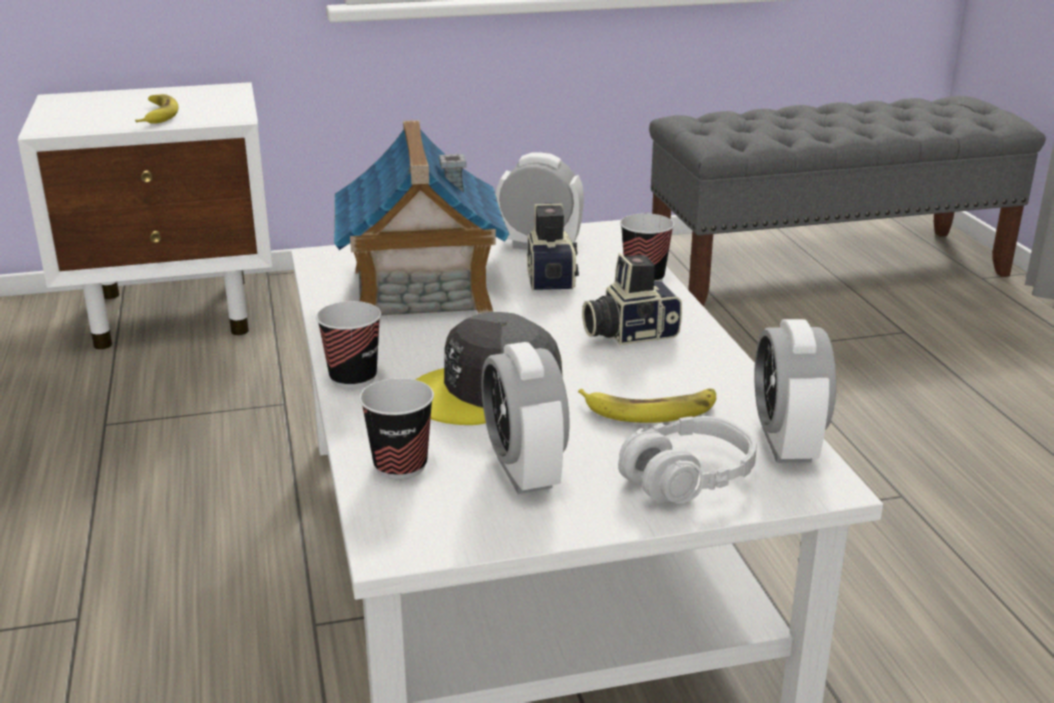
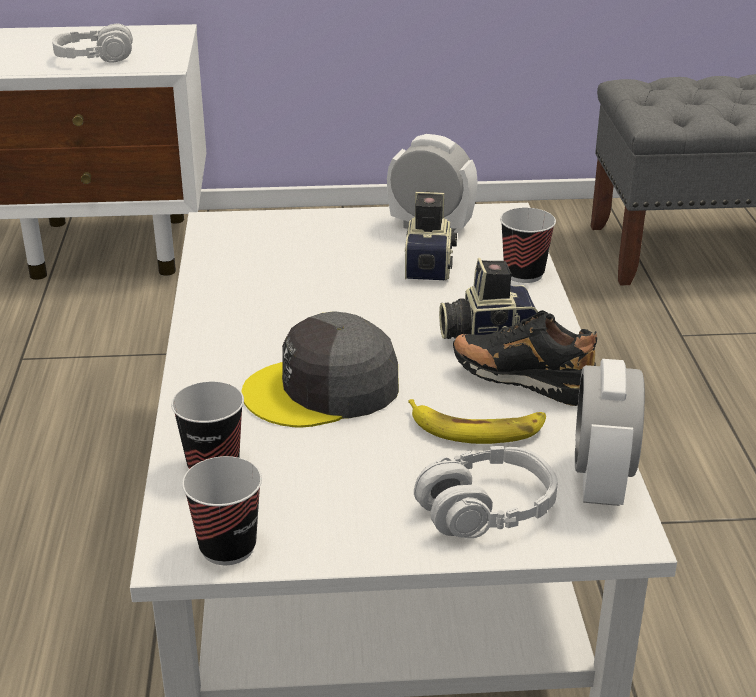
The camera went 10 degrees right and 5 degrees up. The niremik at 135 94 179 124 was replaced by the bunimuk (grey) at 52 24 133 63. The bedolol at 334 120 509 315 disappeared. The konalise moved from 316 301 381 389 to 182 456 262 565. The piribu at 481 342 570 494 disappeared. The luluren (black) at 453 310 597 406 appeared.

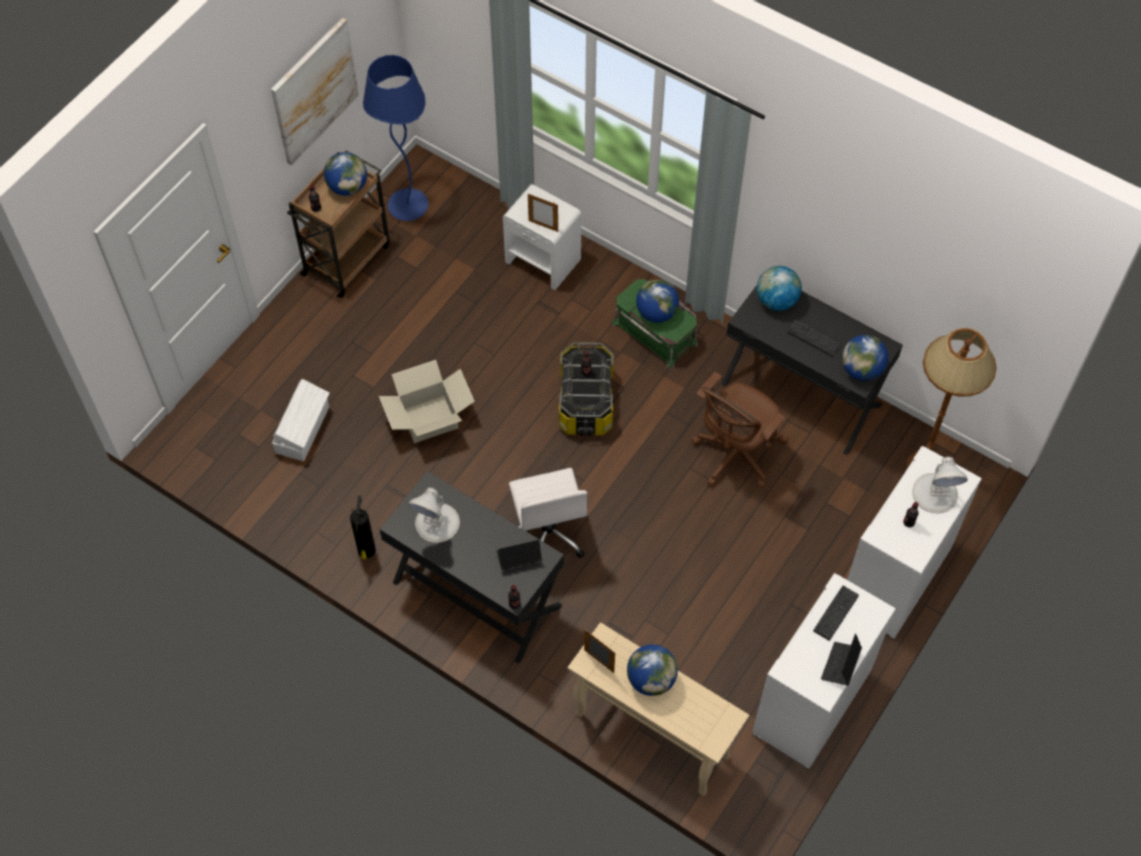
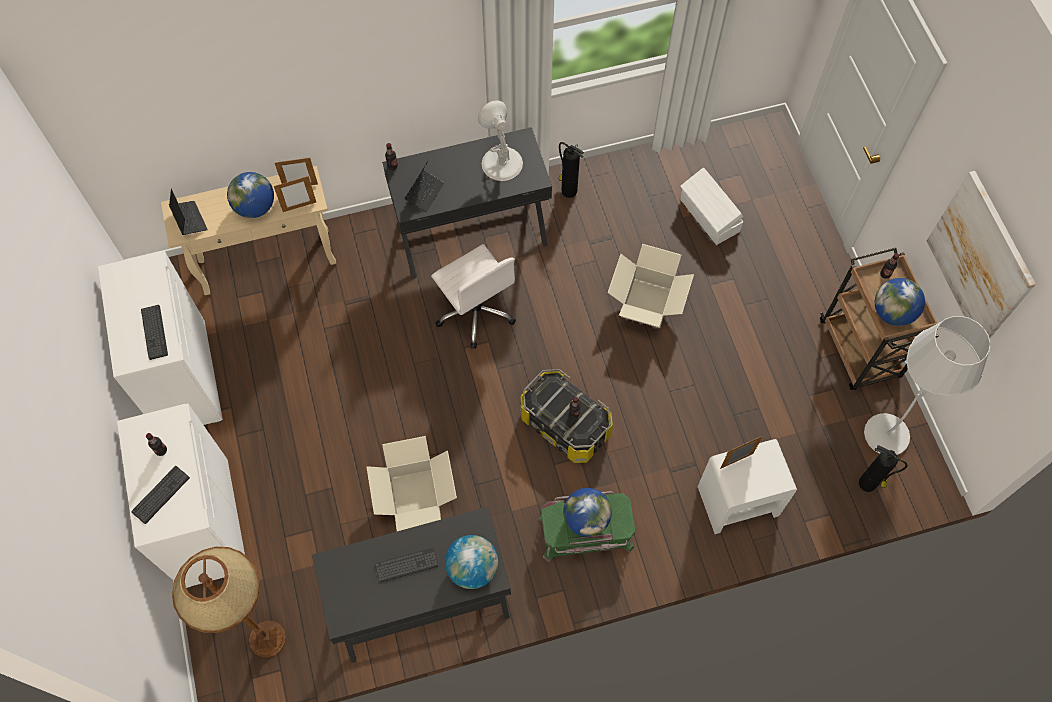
The camera went 130 degrees right and 5 degrees up. The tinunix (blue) at 363 55 428 221 became the tinunix (white) at 864 316 991 455. The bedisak at 842 335 888 381 disappeared. The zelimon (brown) at 691 372 788 488 was replaced by the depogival at 367 436 457 531. The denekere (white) at 912 457 968 513 was replaced by the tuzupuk at 131 466 190 524. The zelimon (white) at 509 468 588 558 turned 150 degrees counterclockwise. The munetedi moved from 821 633 862 686 to 169 189 208 235. The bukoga at 274 176 316 212 appeared. The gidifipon at 859 445 908 492 appeared.

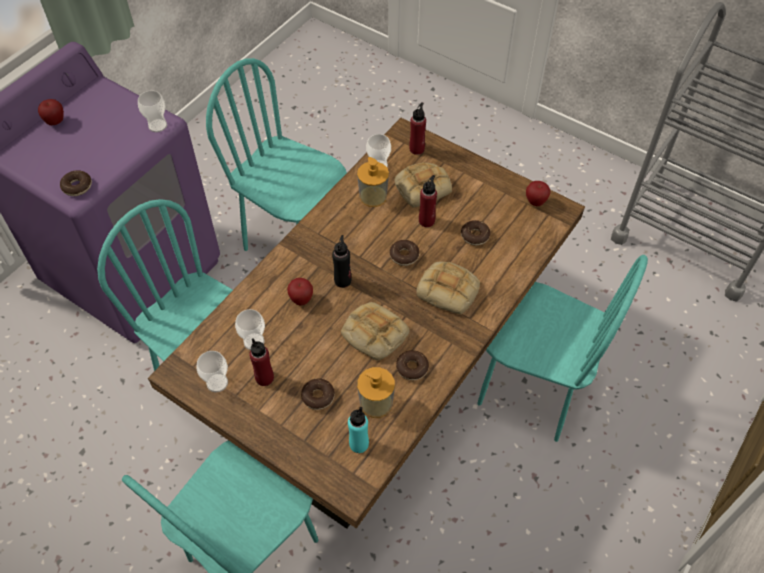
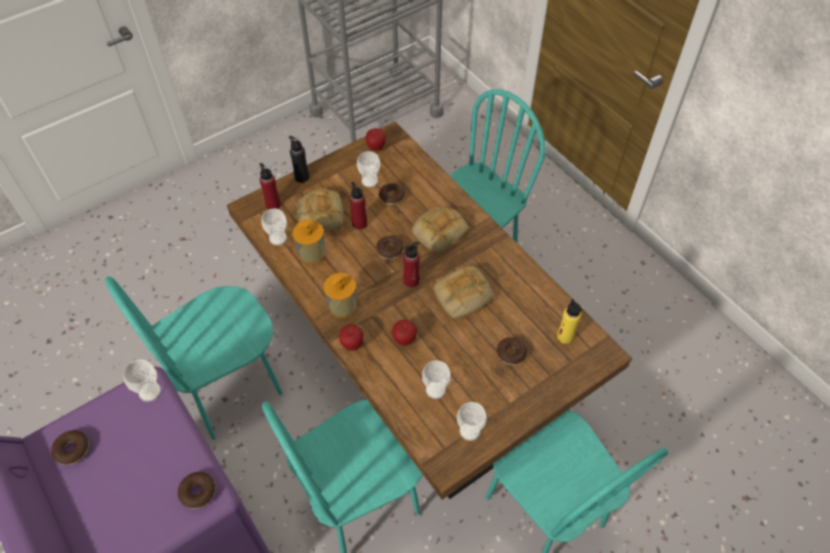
The camera went 70 degrees left and 0 degrees up. The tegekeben moved from 38 99 64 125 to 339 324 364 351. The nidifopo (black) moved from 332 235 351 288 to 289 136 309 183. The nidifopo (red) moved from 249 339 274 386 to 403 242 420 287. The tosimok moved from 396 350 429 380 to 51 430 89 465. The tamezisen moved from 357 367 395 418 to 324 273 357 318. The nidifopo (turquoise) at 348 407 369 453 became the nidifopo (yellow) at 557 299 582 344. The konalise at 357 151 380 188 appeared.

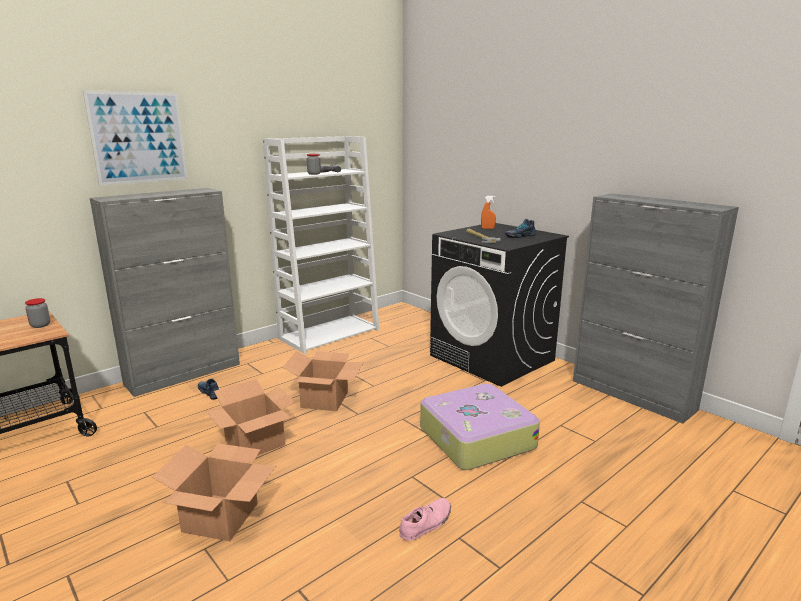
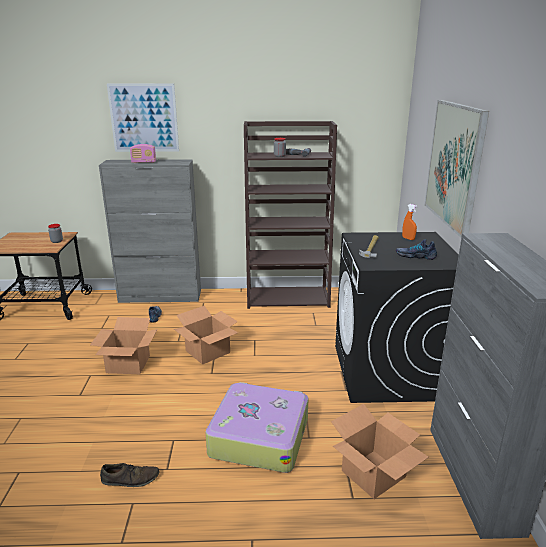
The camera went 40 degrees right and 5 degrees up. The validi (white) at 263 136 379 354 became the validi (brown) at 244 121 337 309. The depogival moved from 152 443 276 541 to 331 404 429 499. The luluren (pink) at 399 498 451 541 became the luluren (brown) at 100 463 159 487. The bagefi at 424 100 489 238 appeared. The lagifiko at 130 144 156 163 appeared.

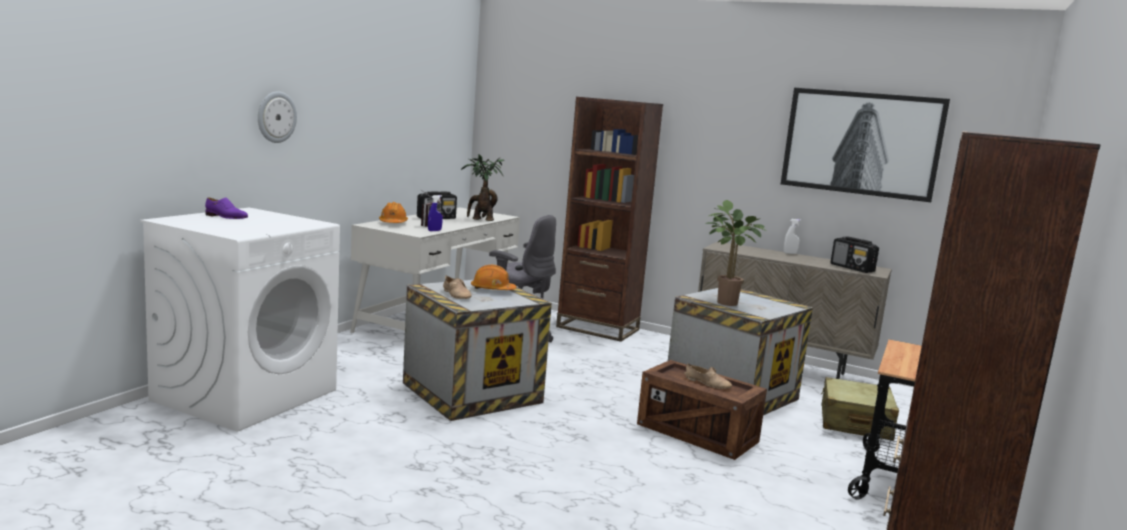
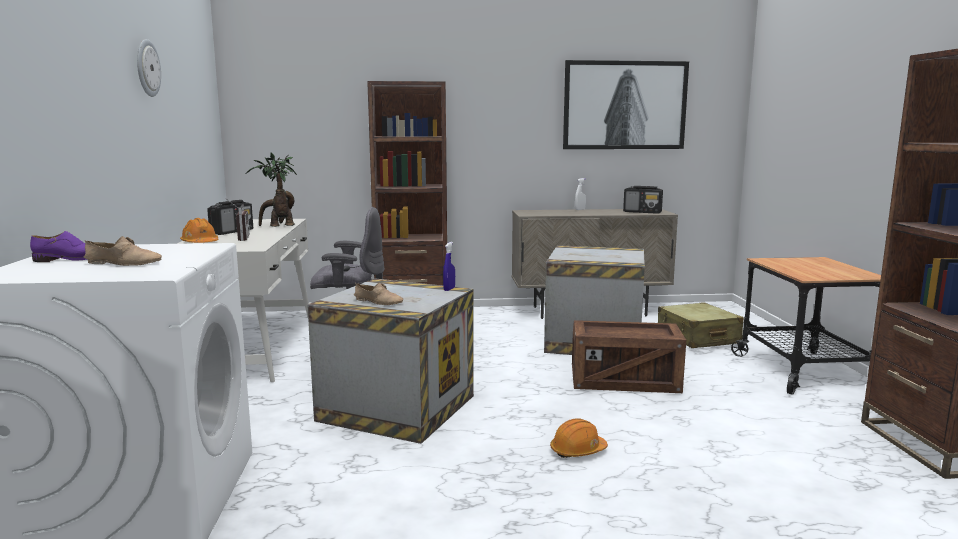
The camera went 30 degrees left and 0 degrees up. The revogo moved from 258 92 297 143 to 137 39 161 97. The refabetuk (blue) moved from 428 195 443 231 to 443 242 455 291. The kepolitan at 705 200 766 306 disappeared. The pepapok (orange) moved from 471 265 517 290 to 550 418 608 458. The luluren (beige) moved from 684 363 732 389 to 83 236 162 266.

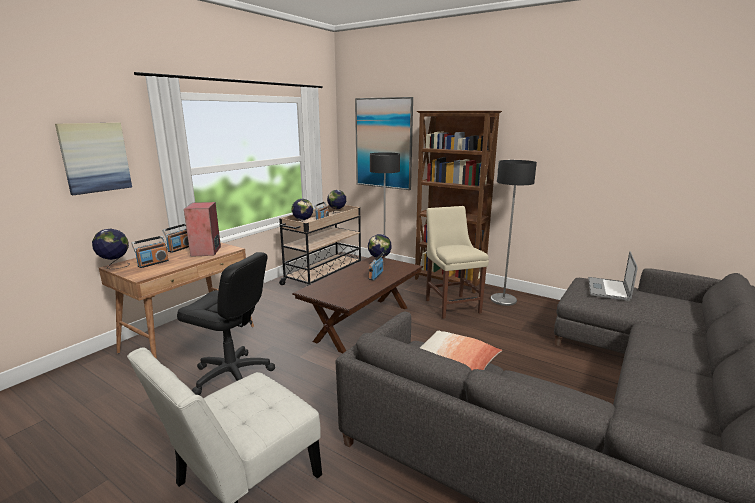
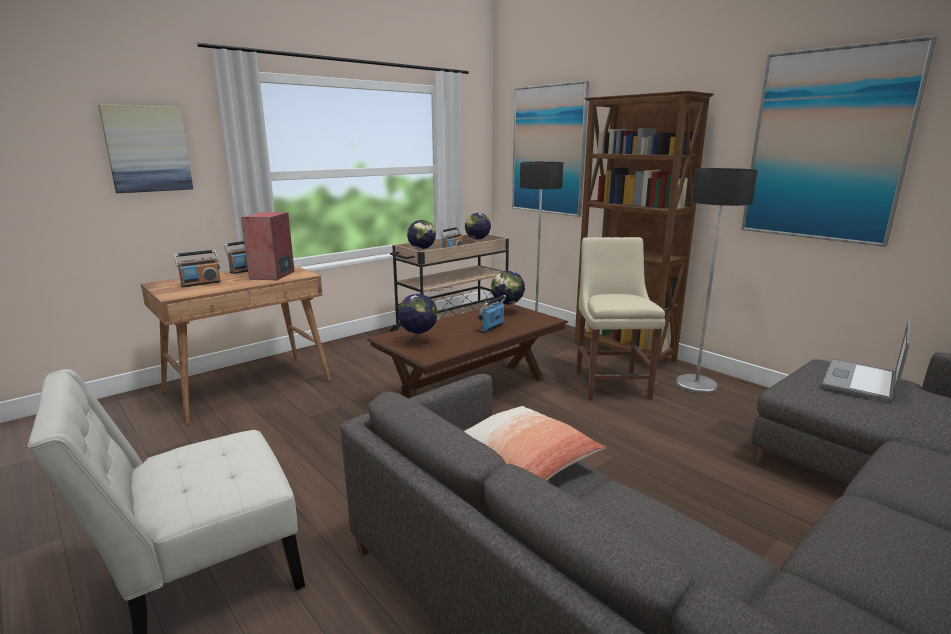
The camera went 15 degrees right and 0 degrees up. The bedisak moved from 92 228 130 269 to 398 294 438 346. The zelimon (black) at 177 252 275 395 disappeared. The bagefi at 741 36 937 247 appeared.

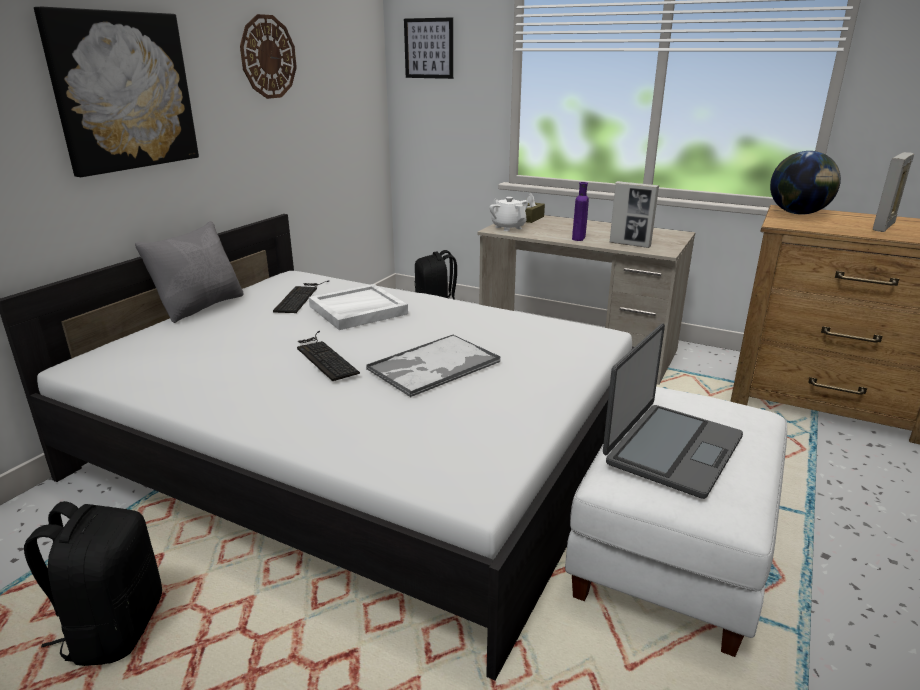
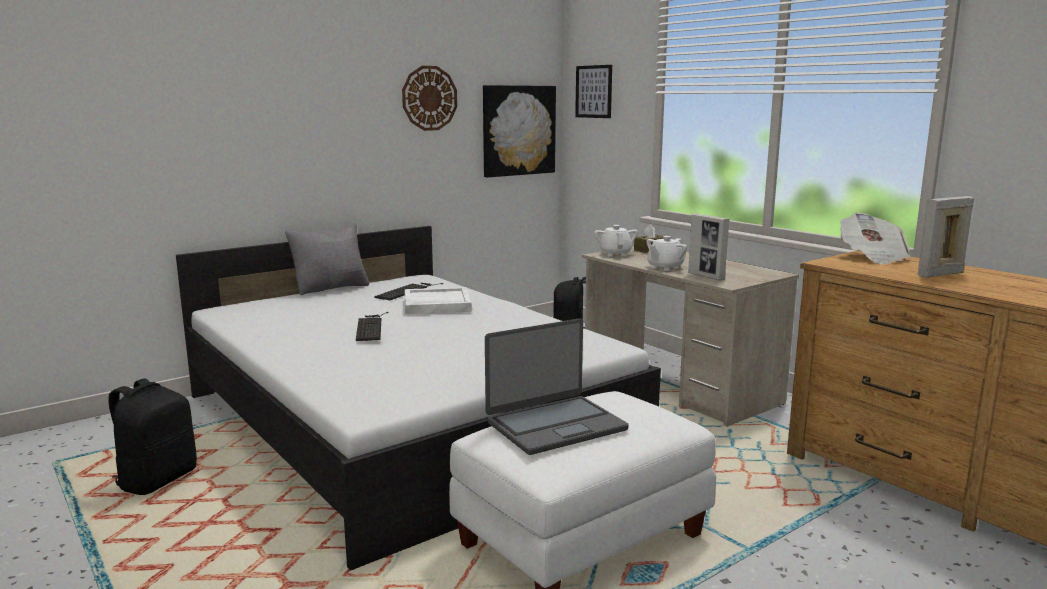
The camera went 25 degrees right and 10 degrees down. The bagefi moved from 34 7 199 177 to 483 85 556 178. The bedisak at 770 151 841 215 was replaced by the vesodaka at 840 213 911 265. The nidifopo (purple) at 572 182 589 241 was replaced by the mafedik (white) at 646 236 687 271. The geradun at 366 334 500 397 disappeared.

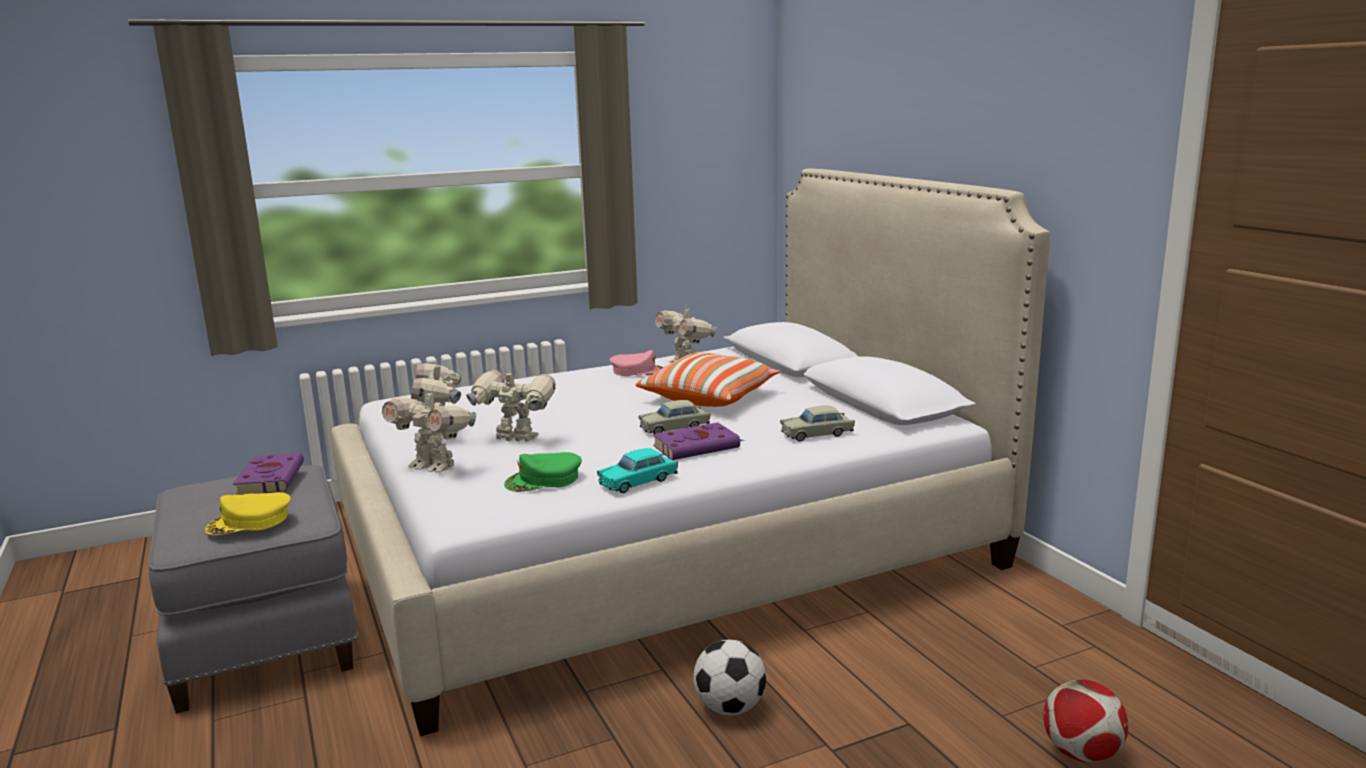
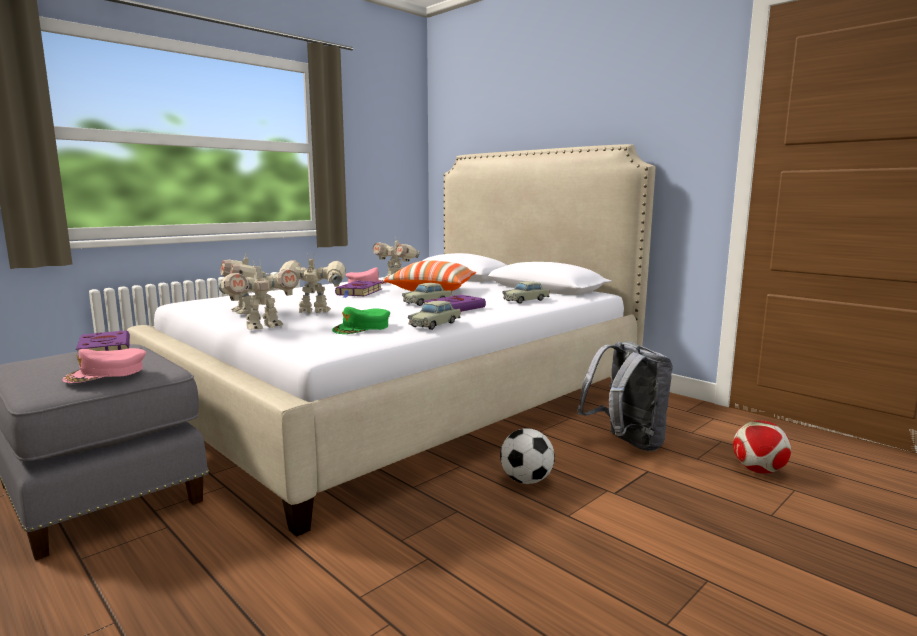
The camera went 20 degrees left and 5 degrees down. The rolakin at 382 385 476 473 turned 45 degrees counterclockwise. The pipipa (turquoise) at 597 448 678 493 became the pipipa (beige) at 408 301 461 330. The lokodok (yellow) at 205 492 291 535 became the lokodok (pink) at 63 348 146 383. The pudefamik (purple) at 335 281 382 298 appeared. The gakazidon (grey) at 577 341 673 451 appeared.

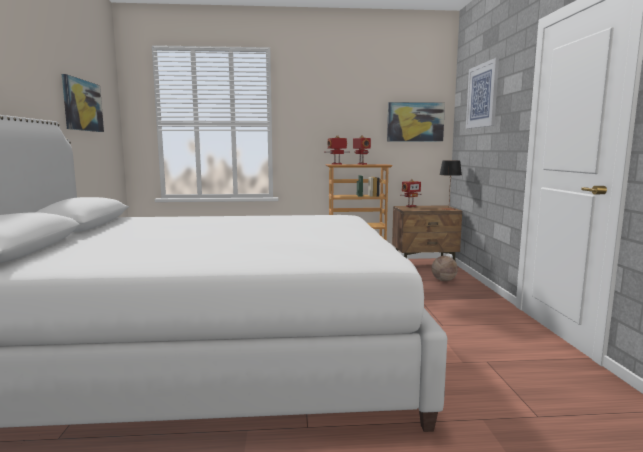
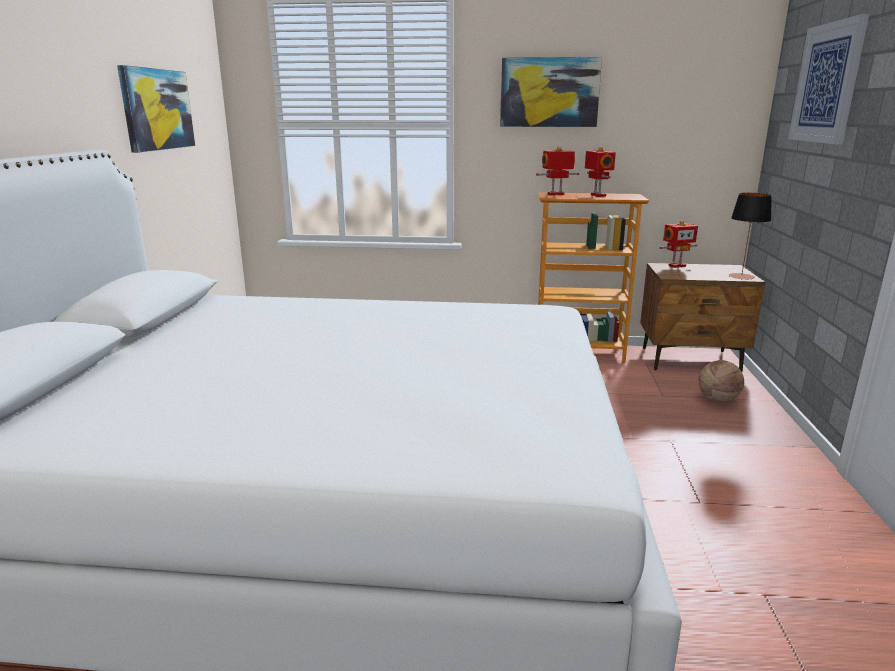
The camera went 10 degrees right and 10 degrees up. The bagefi moved from 387 102 445 142 to 500 57 602 127.

